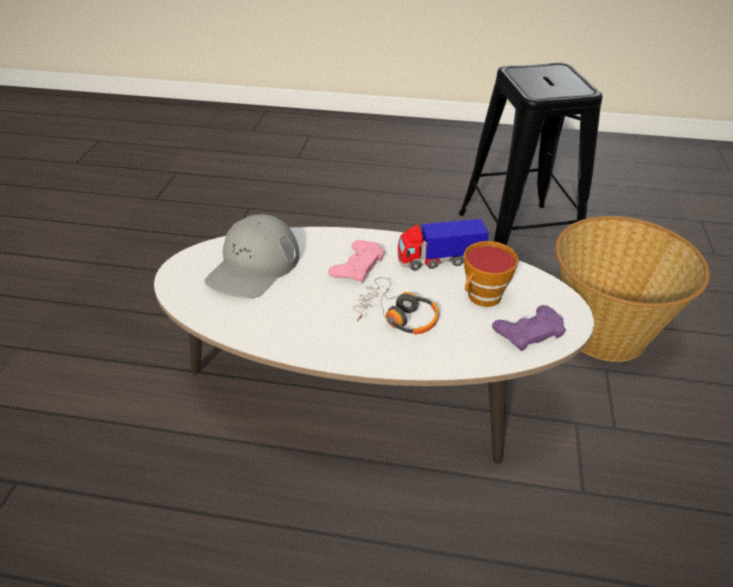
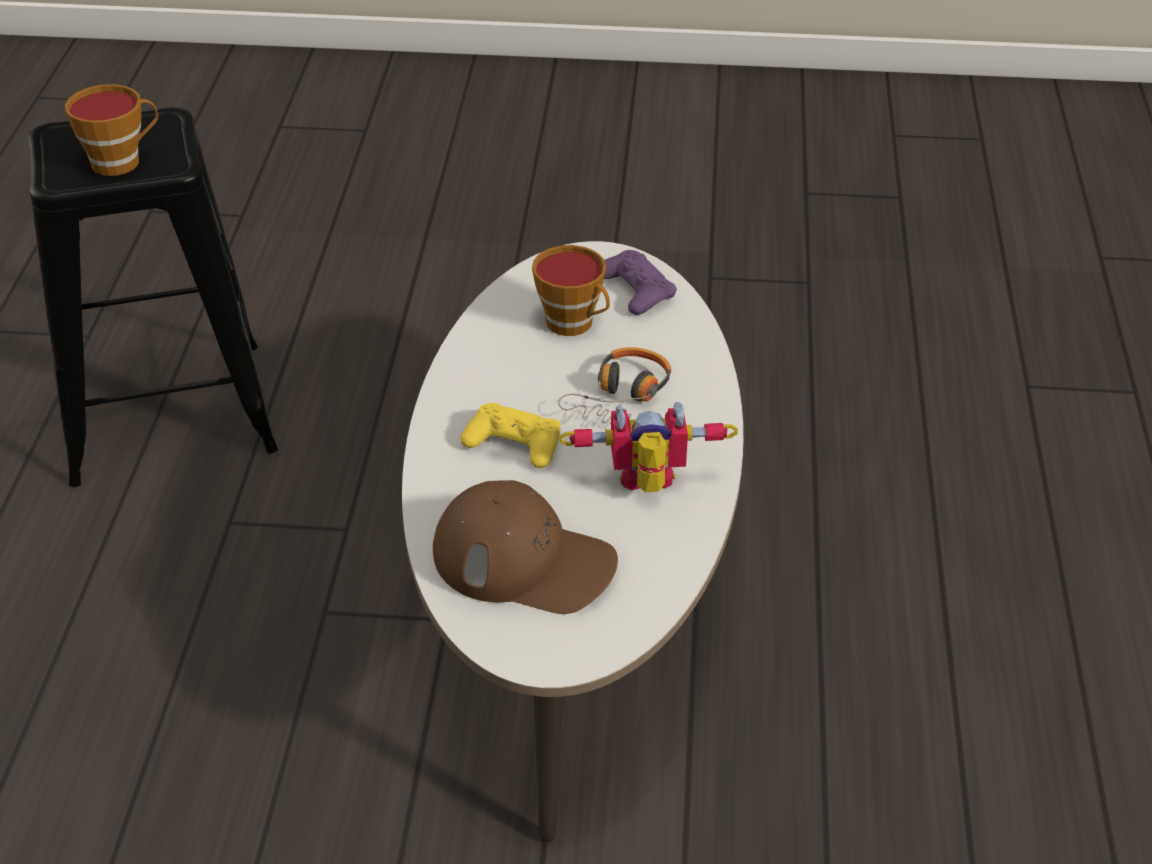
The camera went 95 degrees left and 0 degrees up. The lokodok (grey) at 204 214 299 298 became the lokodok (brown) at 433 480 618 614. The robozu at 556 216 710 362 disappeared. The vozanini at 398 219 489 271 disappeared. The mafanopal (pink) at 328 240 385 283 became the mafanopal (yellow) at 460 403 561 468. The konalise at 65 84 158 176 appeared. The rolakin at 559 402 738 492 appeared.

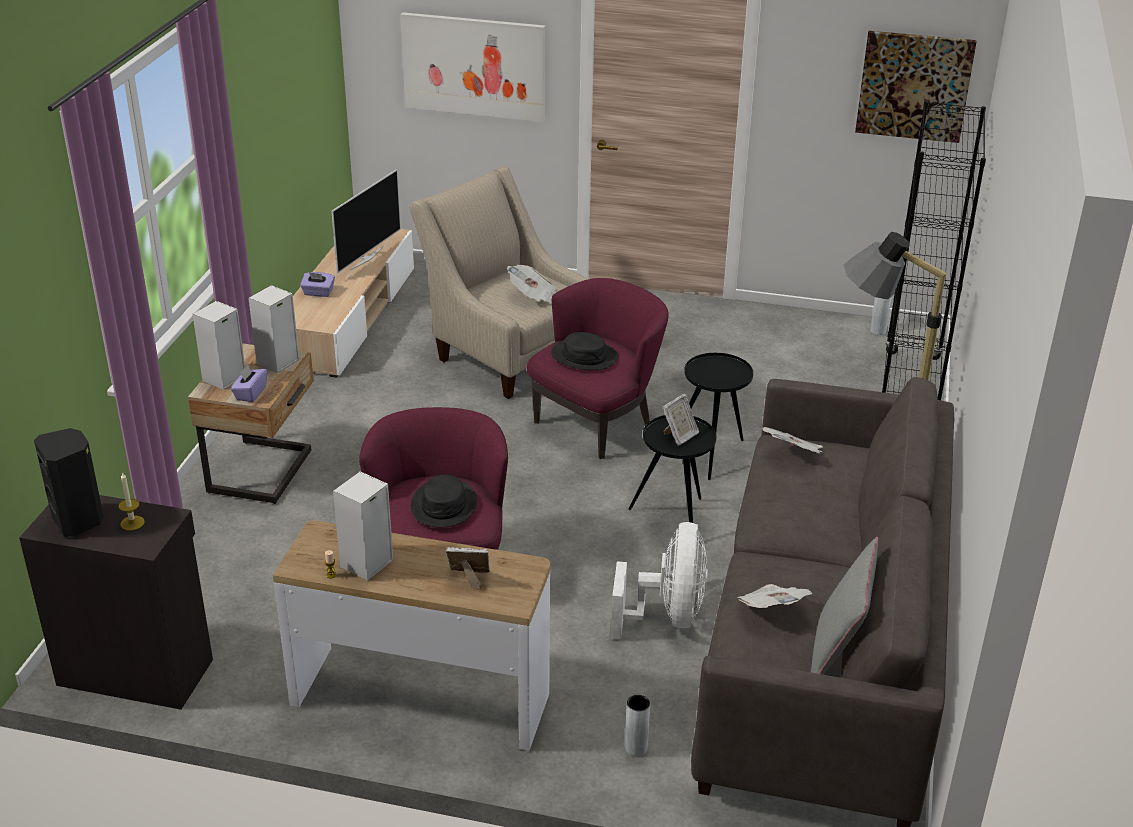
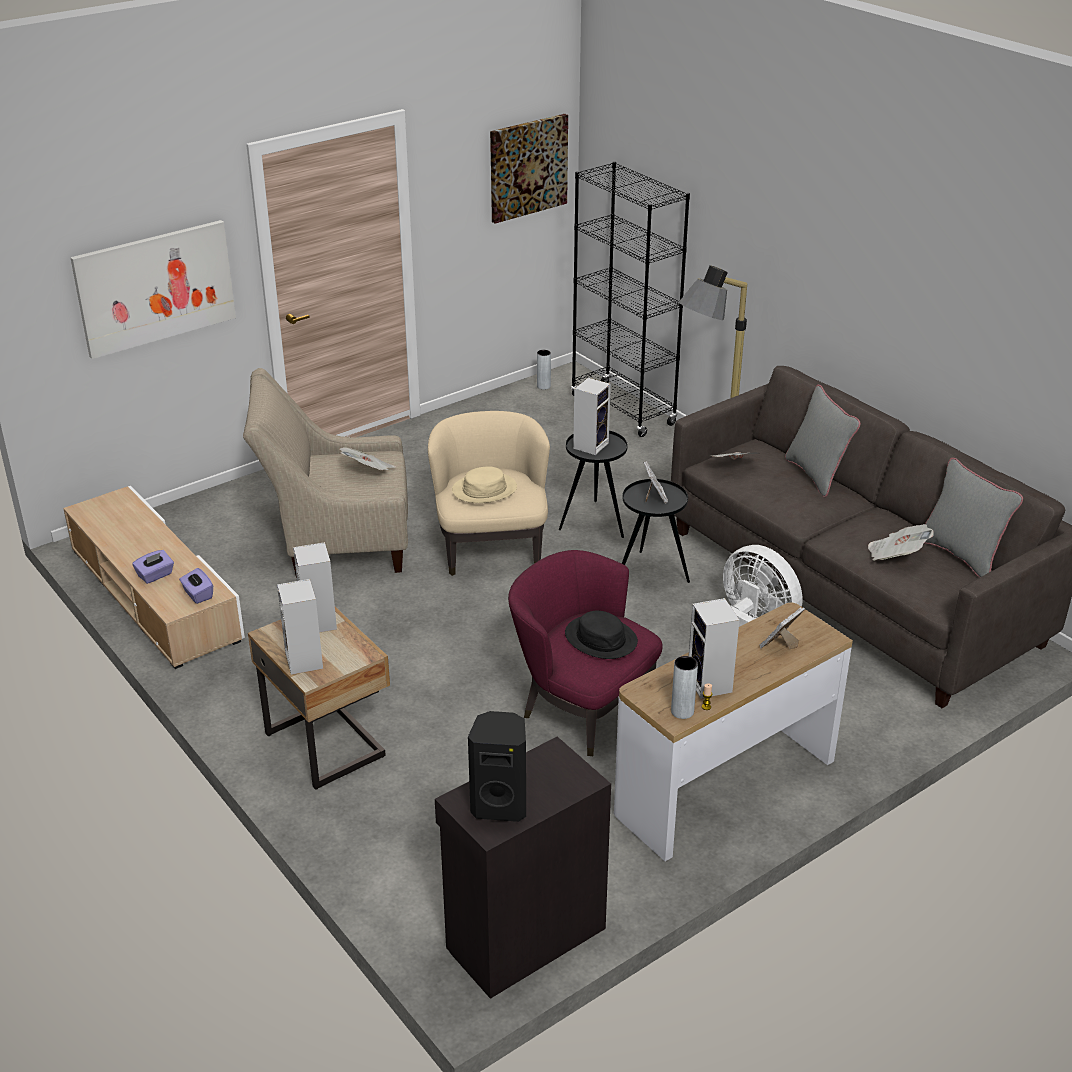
The camera went 50 degrees left and 0 degrees up. The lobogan at 331 169 401 274 disappeared. The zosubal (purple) at 527 278 669 459 became the zosubal (beige) at 428 411 550 576. The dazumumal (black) at 551 332 618 370 became the dazumumal (beige) at 452 466 517 503. The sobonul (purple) moved from 231 365 267 402 to 179 568 213 604. The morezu at 119 472 144 530 disappeared. The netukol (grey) moved from 625 695 650 756 to 671 656 698 719. The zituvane at 573 378 611 455 appeared. The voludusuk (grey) at 785 385 860 497 appeared.

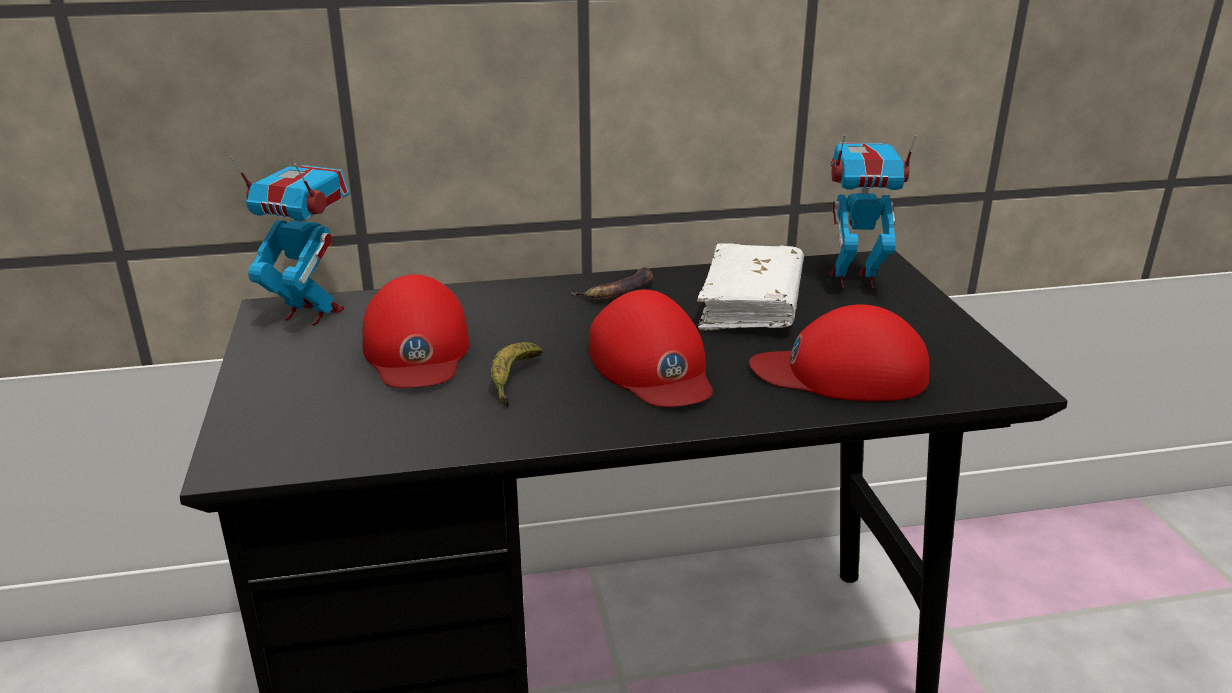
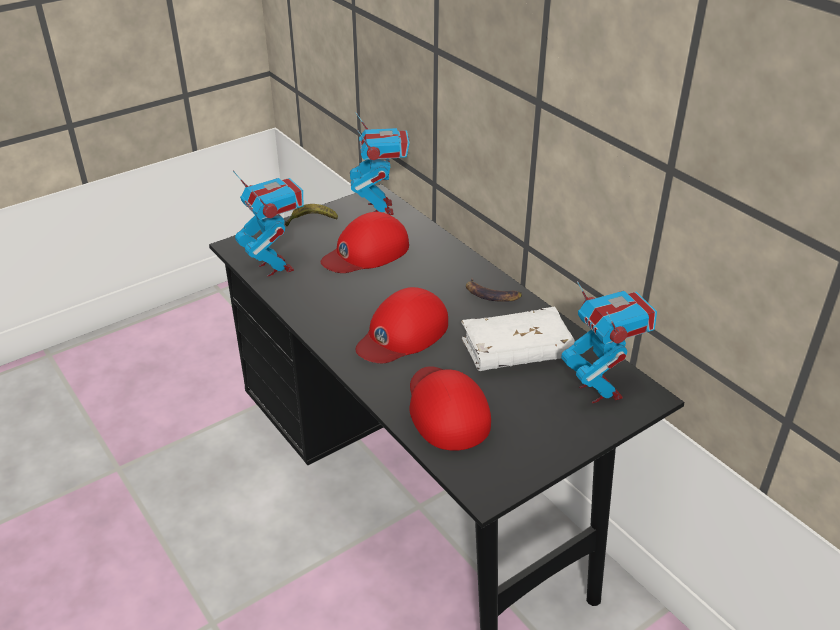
The camera went 65 degrees right and 10 degrees up. The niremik moved from 491 342 543 407 to 285 204 338 226. The rolakin at 233 170 303 276 appeared.

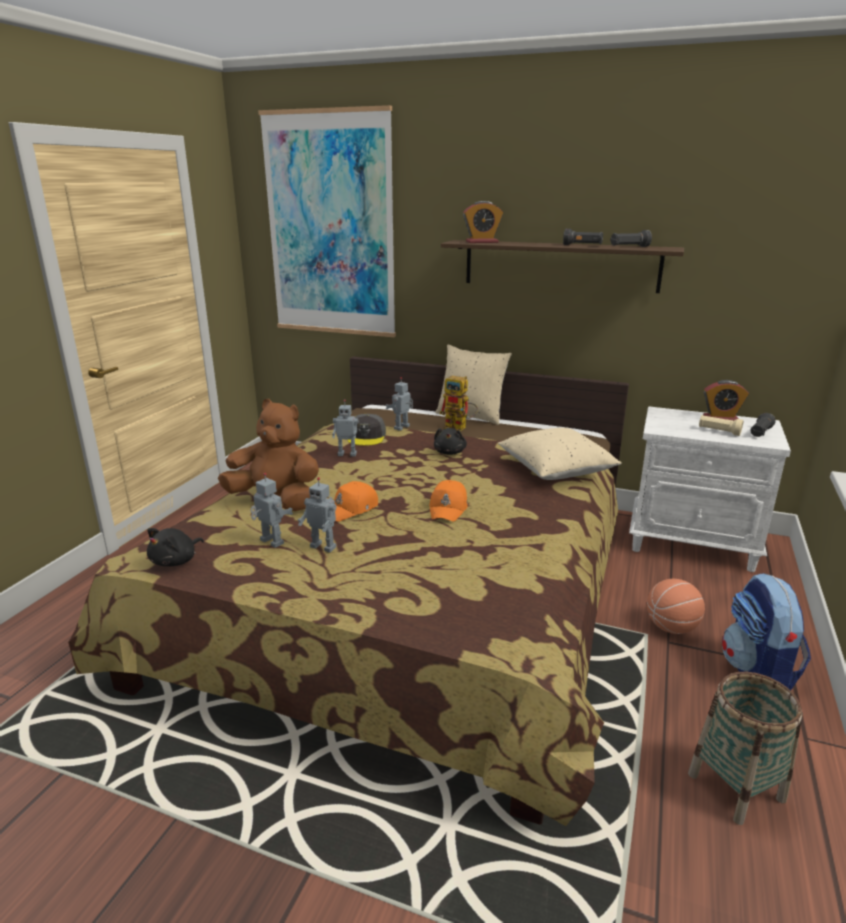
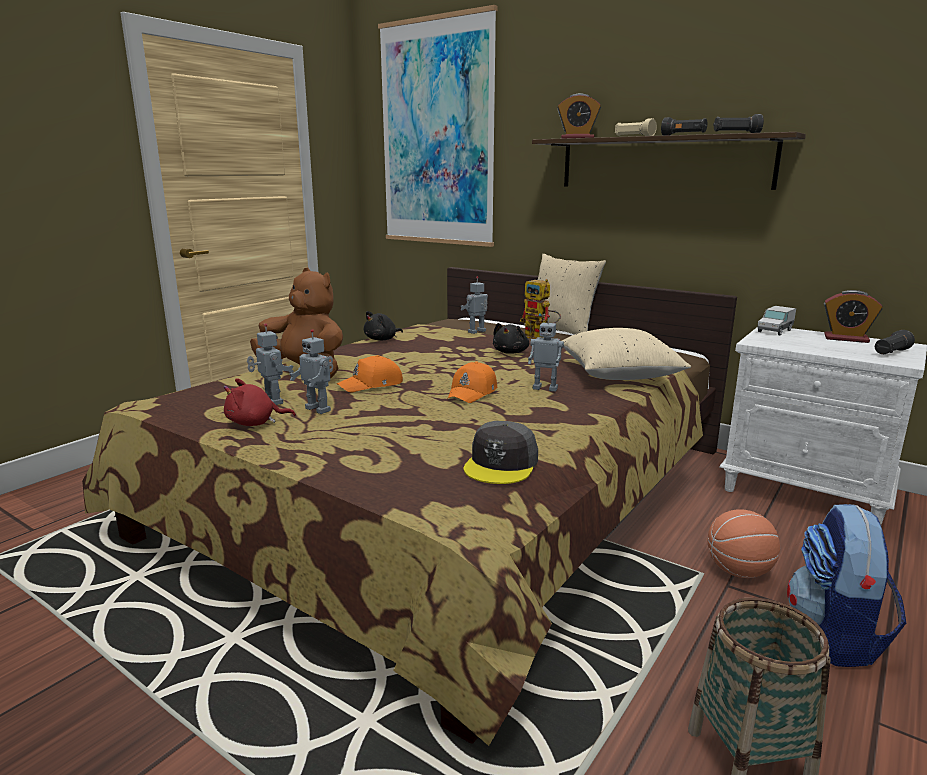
The camera went 15 degrees right and 5 degrees down. The rolakin moved from 332 399 359 457 to 528 315 564 392. The lokodok (grey) moved from 347 414 386 446 to 464 421 538 484. The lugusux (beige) moved from 699 415 744 436 to 615 118 657 136. The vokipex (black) moved from 147 528 204 566 to 364 311 403 341. The vozanini at 757 306 796 335 appeared. The vokipex (red) at 224 378 296 426 appeared.

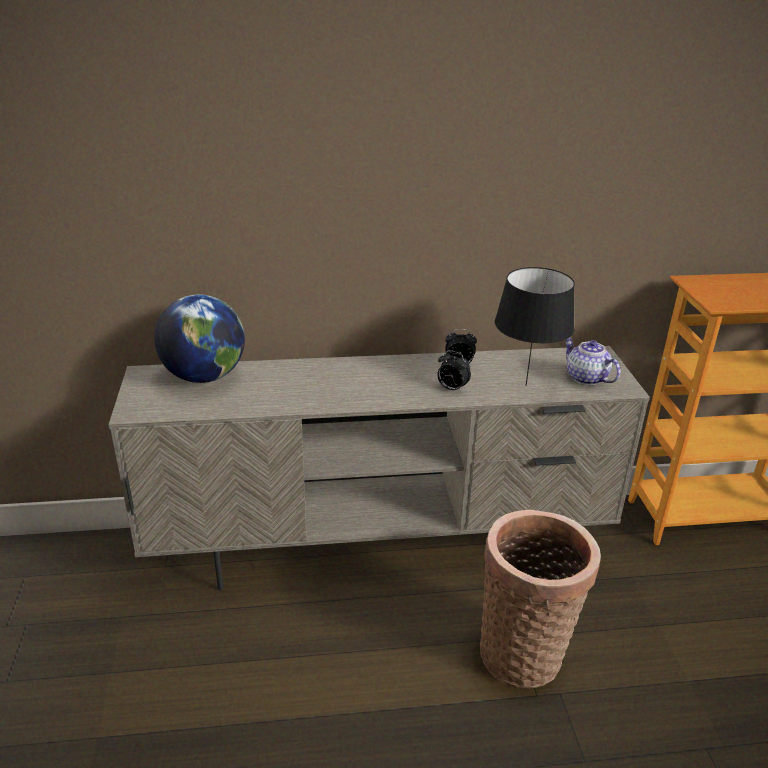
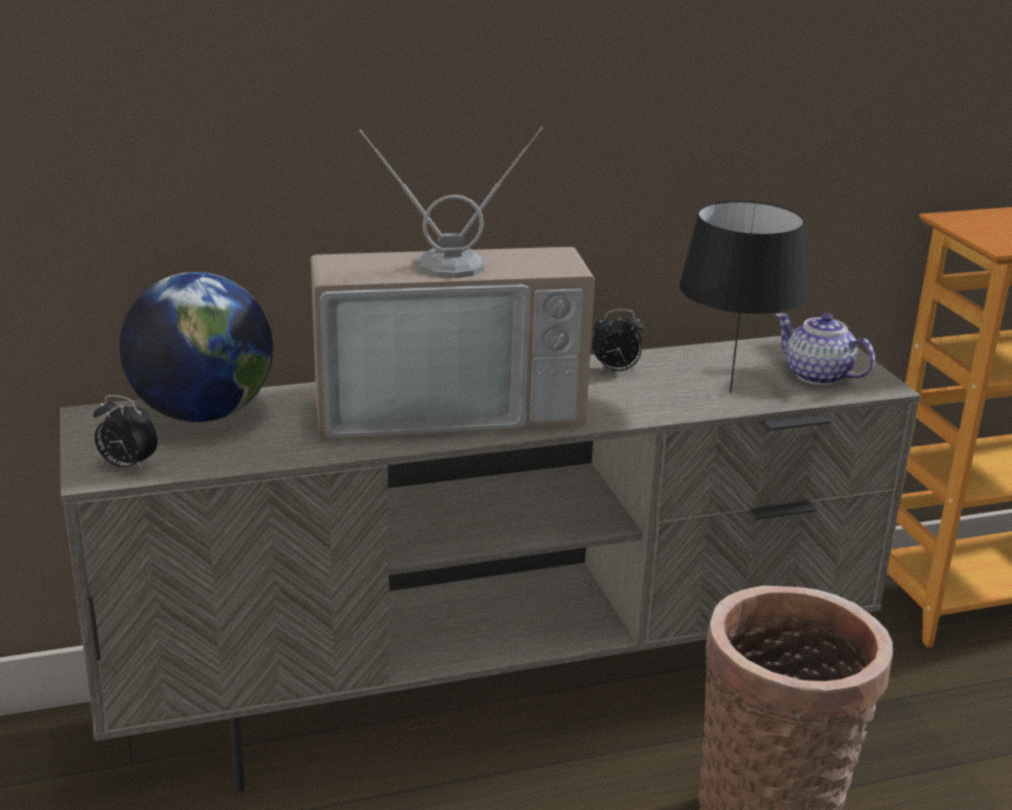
The camera went 10 degrees left and 5 degrees down. The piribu moved from 437 350 471 392 to 93 395 158 471. The lobogan at 311 127 595 440 appeared.

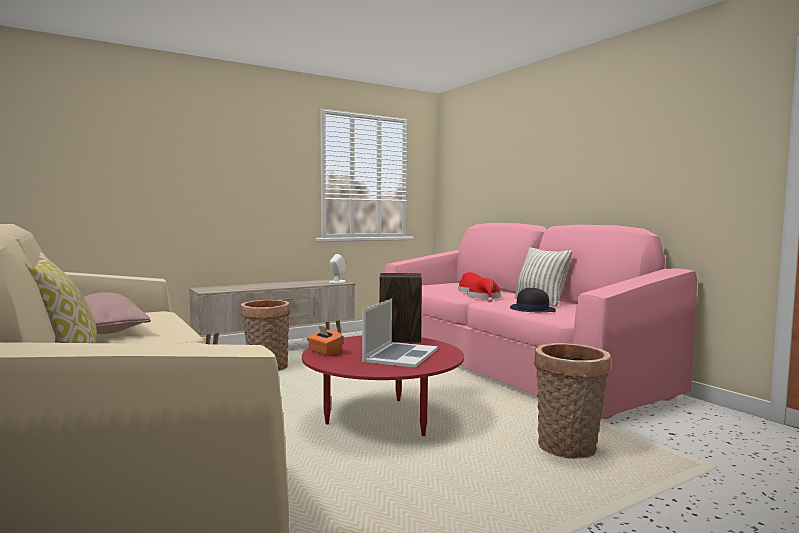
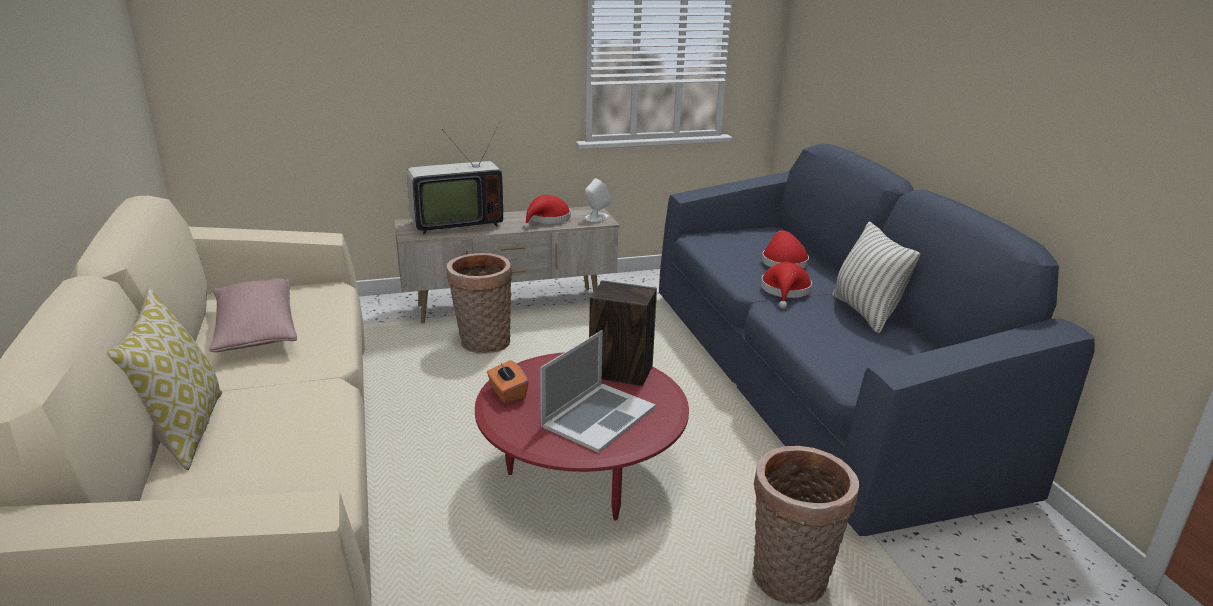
The camera went 15 degrees right and 20 degrees up. The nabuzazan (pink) at 384 223 697 419 became the nabuzazan (blue) at 659 143 1095 536. The dazumumal (black) at 510 287 556 312 disappeared. The lobogan at 407 122 503 235 appeared. The dazumumal (red) at 523 195 571 229 appeared.

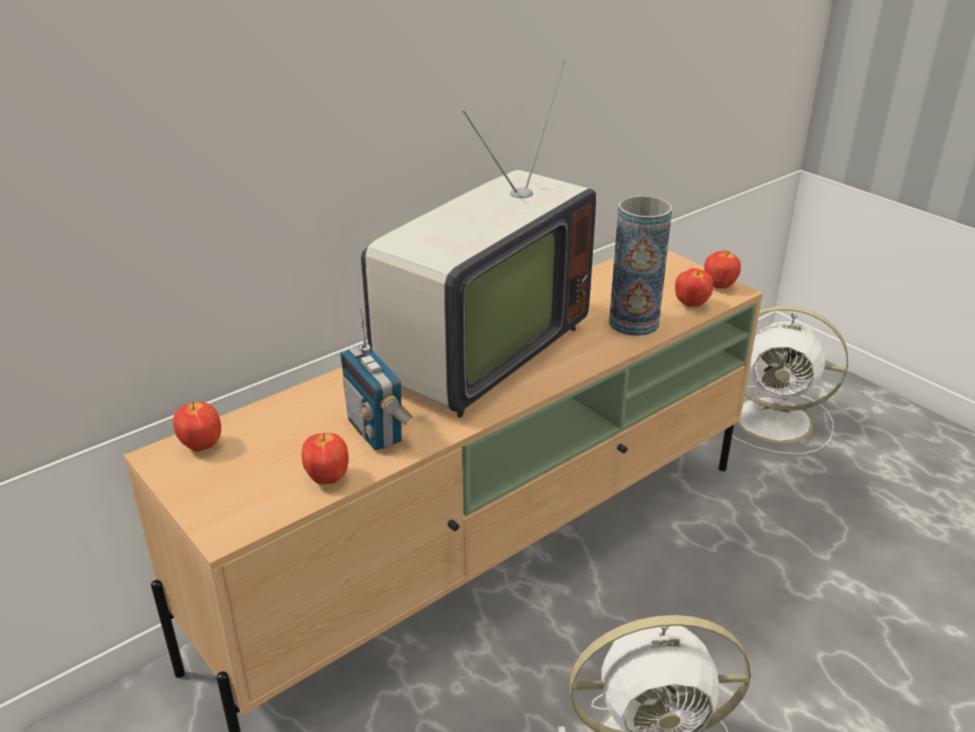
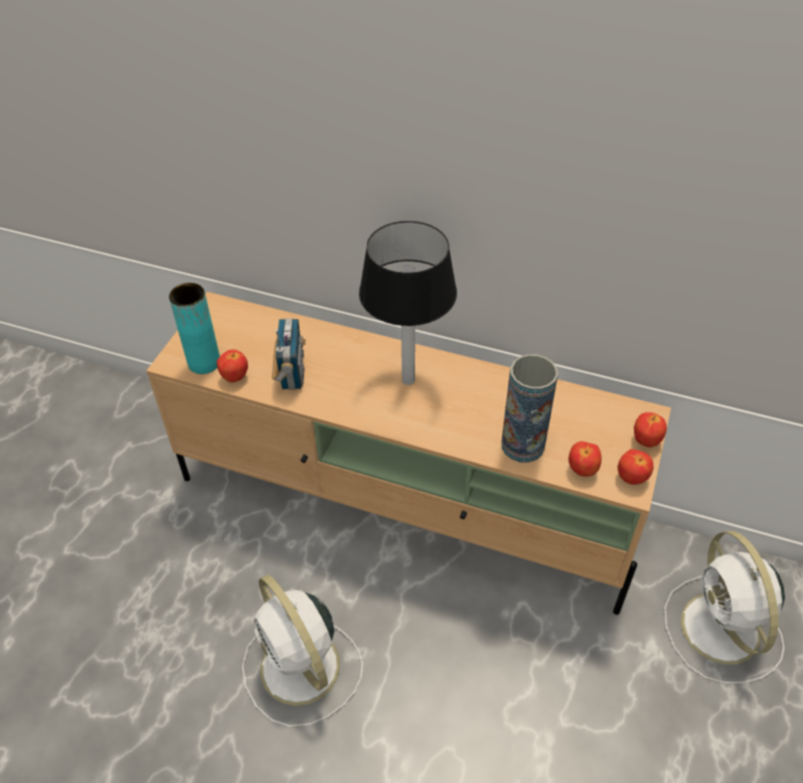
The camera went 60 degrees right and 15 degrees up. The lobogan at 361 60 596 418 was replaced by the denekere at 359 221 457 385. The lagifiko at 340 308 413 451 turned 150 degrees clockwise. The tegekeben moved from 173 402 221 452 to 634 412 667 447. The netukol (turquoise) at 169 283 220 374 appeared.

